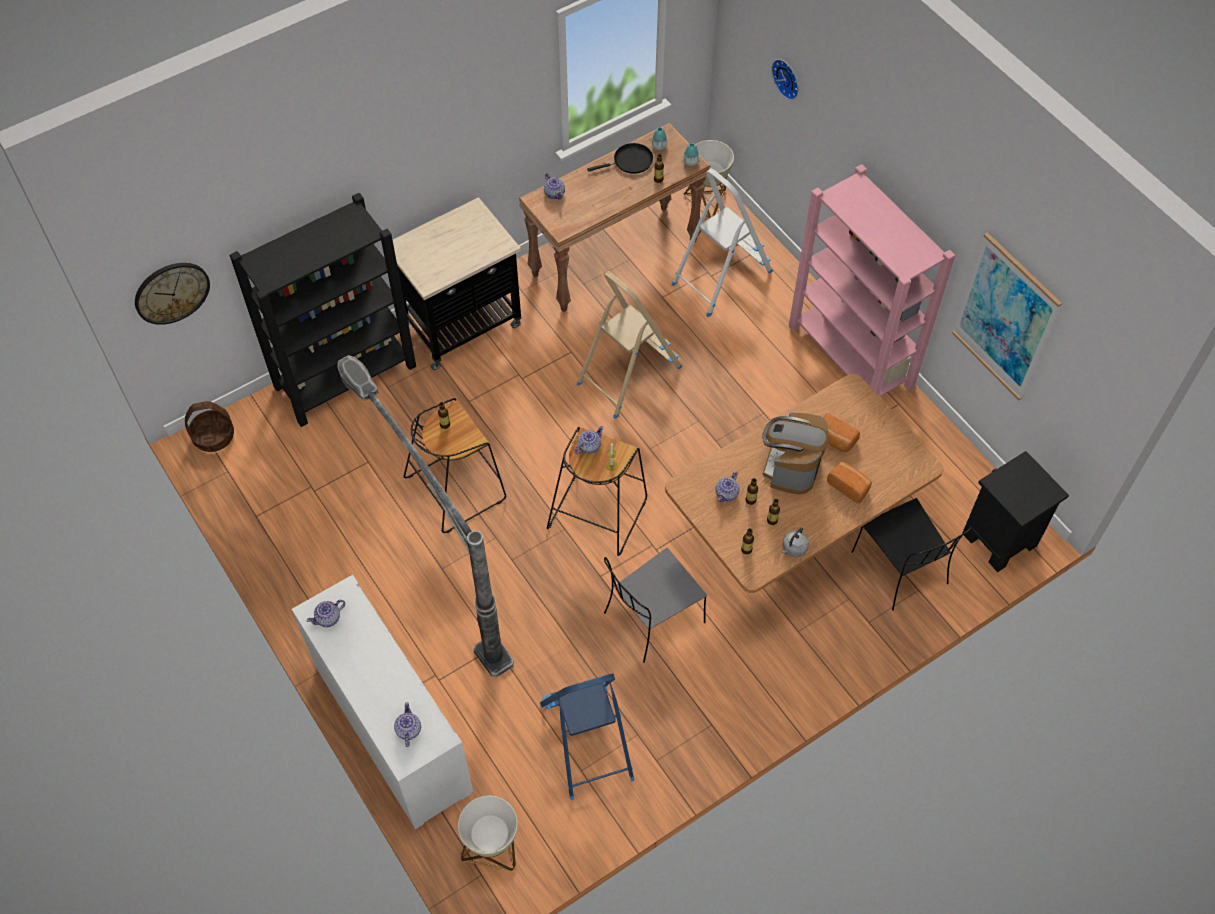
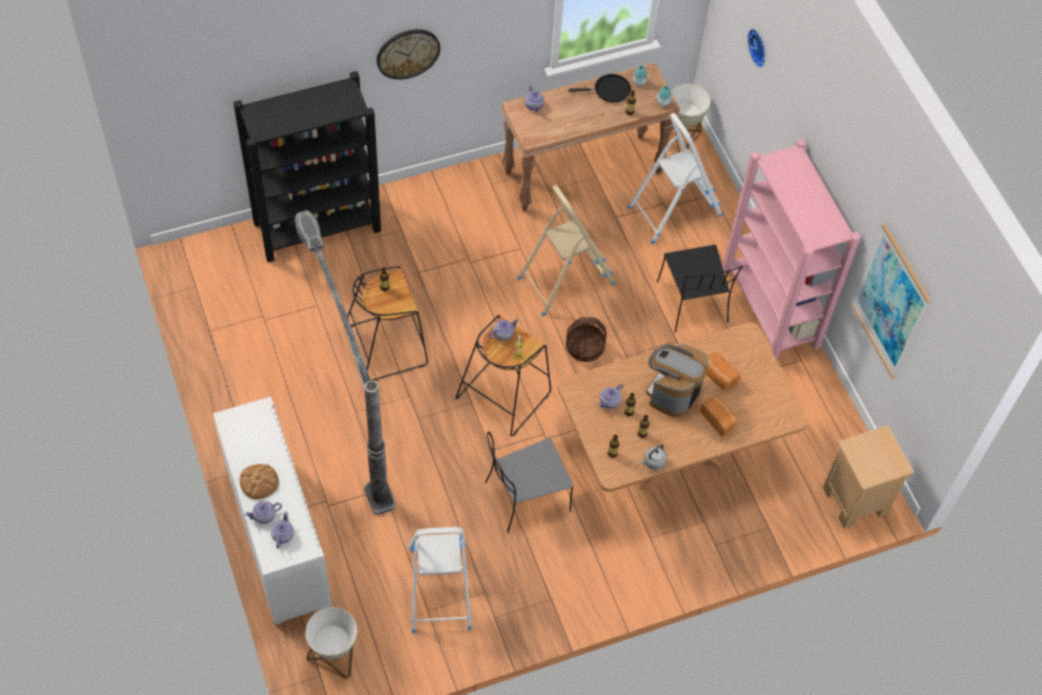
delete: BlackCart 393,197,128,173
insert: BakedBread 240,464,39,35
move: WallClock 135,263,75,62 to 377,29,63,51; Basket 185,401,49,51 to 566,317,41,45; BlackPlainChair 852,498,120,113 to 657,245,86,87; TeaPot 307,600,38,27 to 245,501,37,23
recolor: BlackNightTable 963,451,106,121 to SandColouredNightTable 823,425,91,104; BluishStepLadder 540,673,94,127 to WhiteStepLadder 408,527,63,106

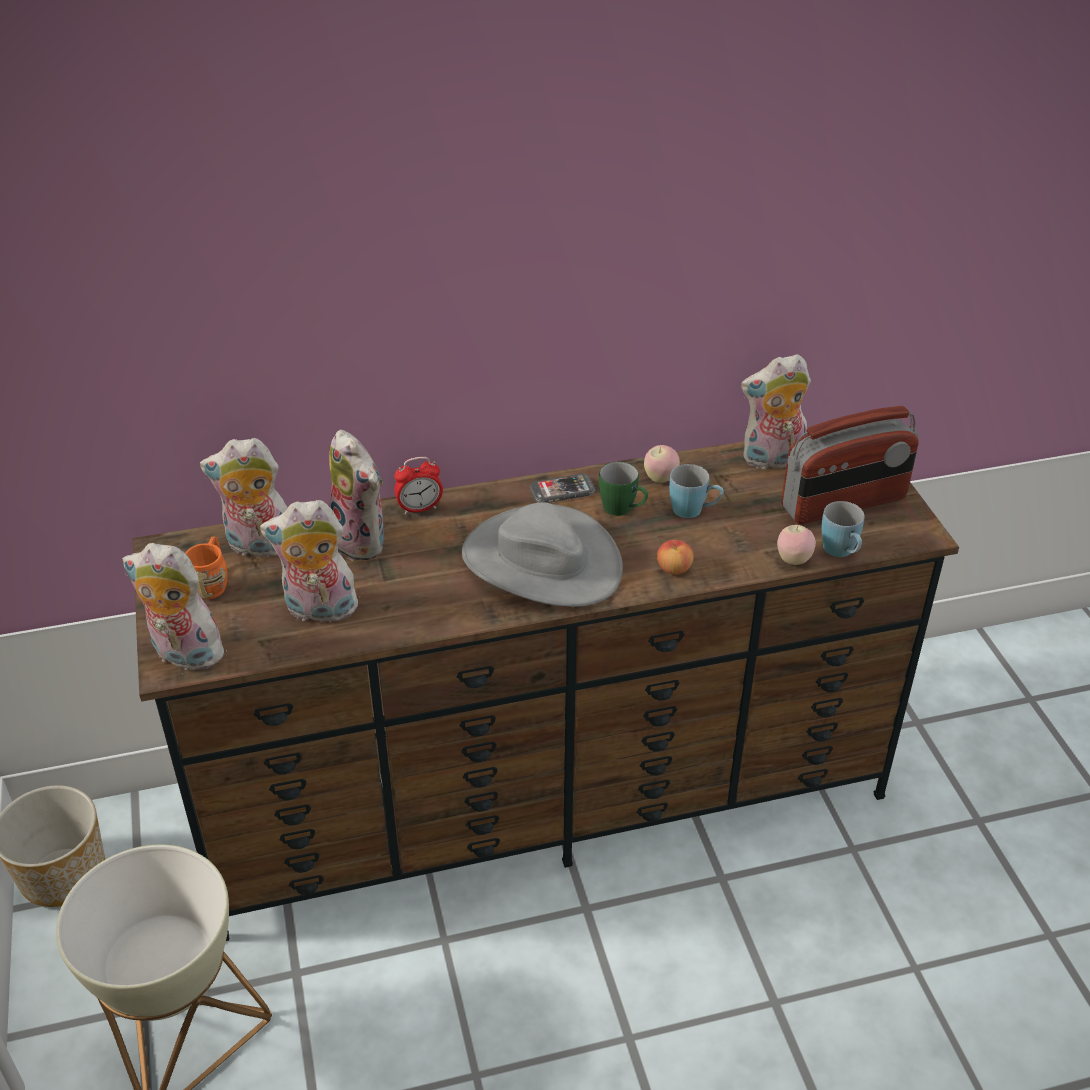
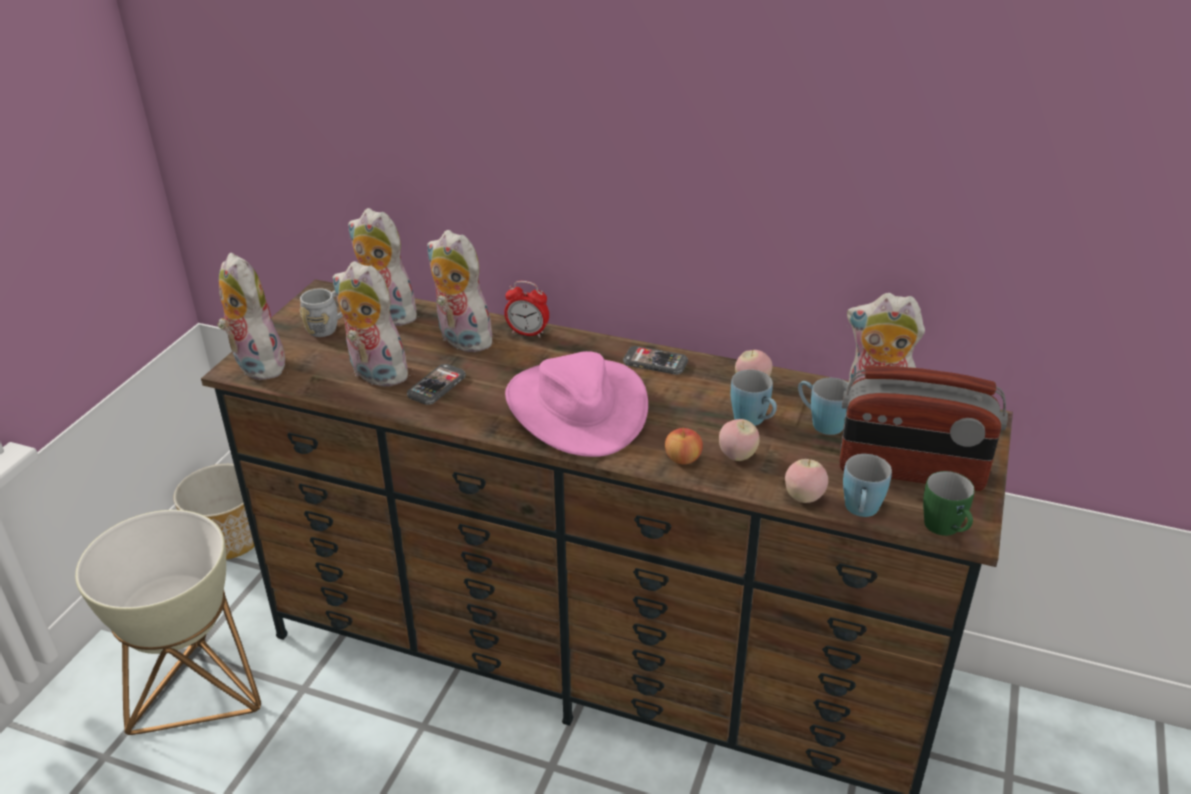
insert: Telephone 407,364,59,41; BluishTeaMug 798,378,51,57; AppleFruit 719,419,41,42
move: GreenColouredTeaMug 599,462,49,54 to 923,471,52,65
recolor: GrayHat 462,502,161,105 to PinkColouredHat 505,351,143,106; OrangeColouredTeaMug 185,537,43,62 to GrayTeaMug 300,288,43,49
rotate: SoftToy 329,430,55,131 = 427,230,67,122 135 degrees clockwise

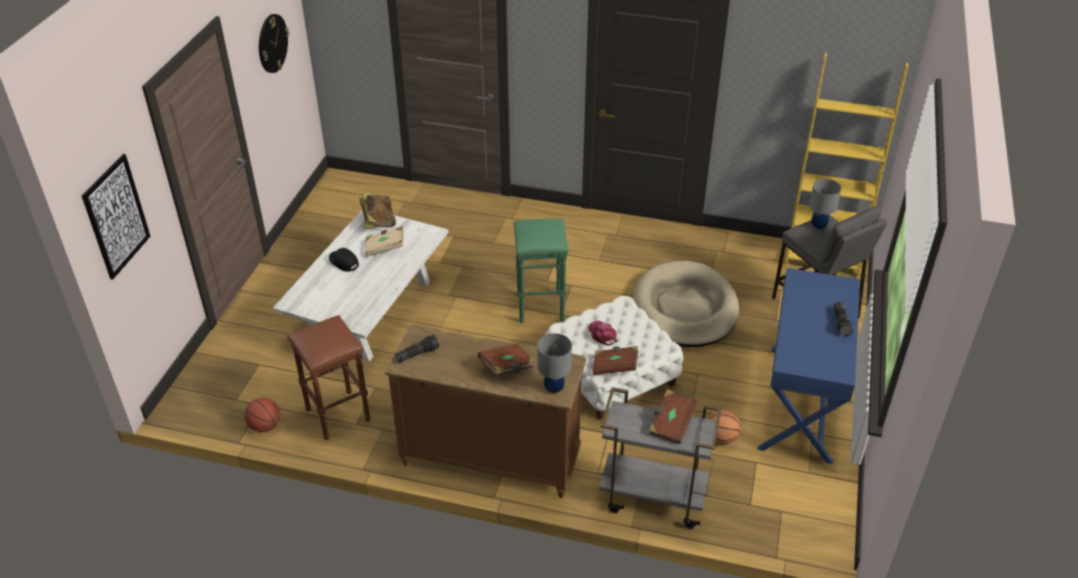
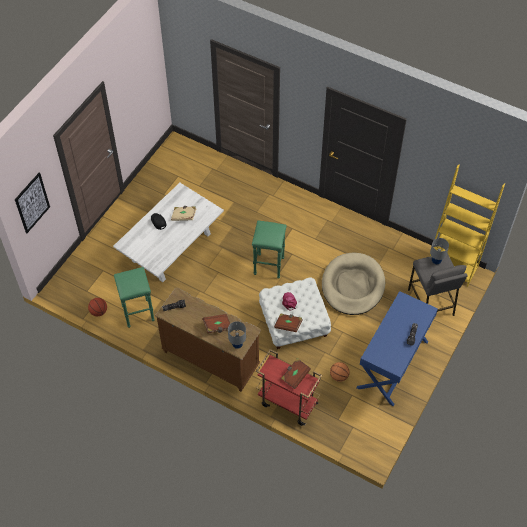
delete: WallClock 259,14,30,59; Book 359,193,37,35
recolor: BrownStoolSeat 288,315,83,125 to GreenColouredStoolSeat 114,267,41,61; GrayCart 598,387,123,142 to RedColouredCart 256,349,66,77

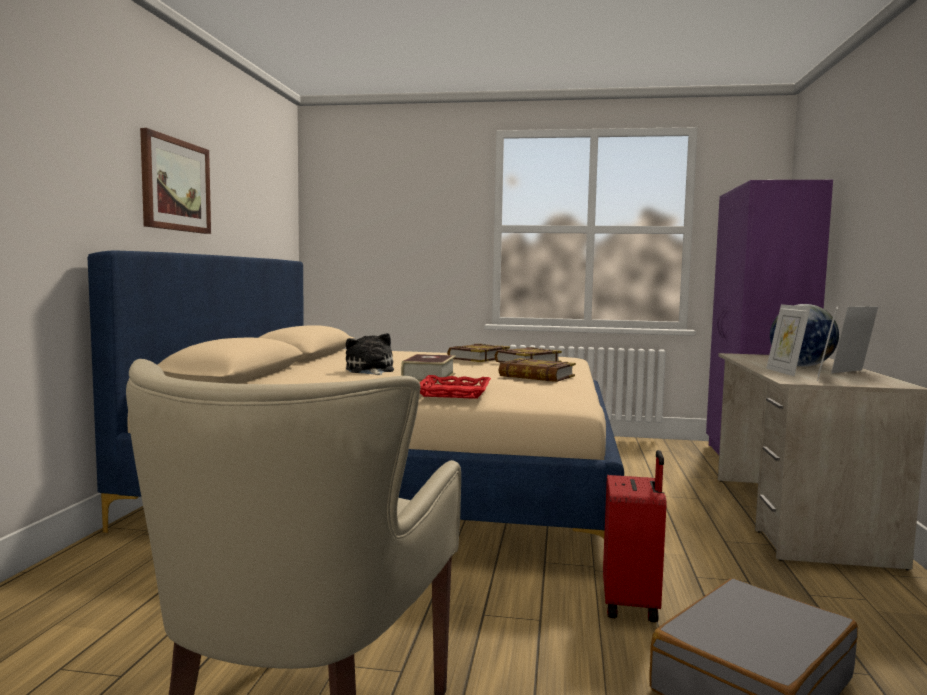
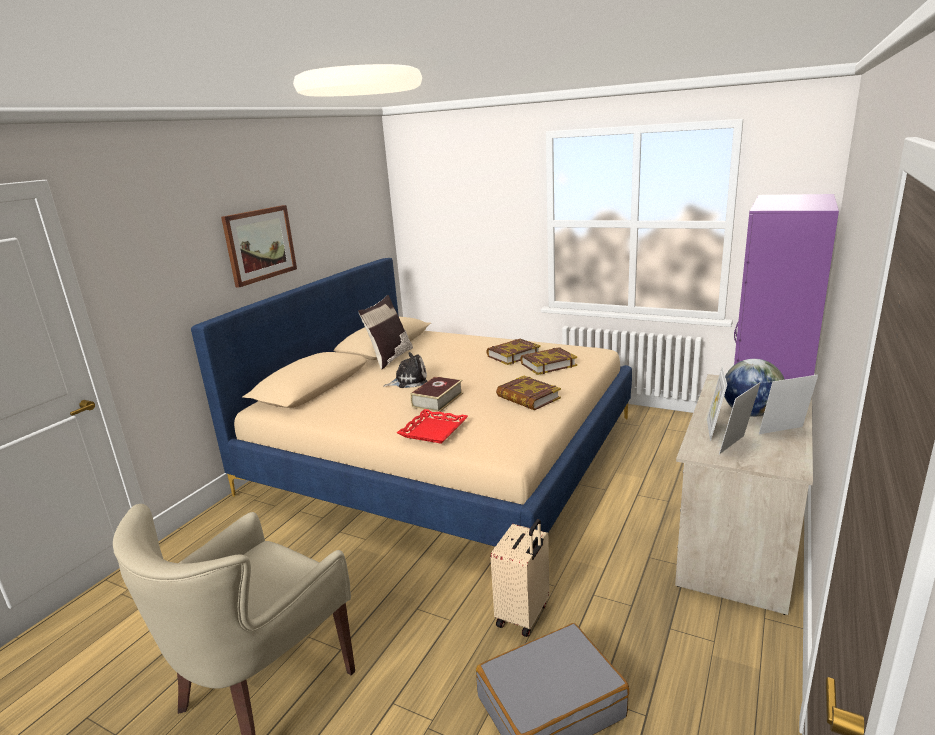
insert: ThrowPillow 358,295,55,74
recolor: RedColouredTravelCase 603,450,64,172 to SandColouredTravelCase 491,519,58,118
rotate: SoftToy 346,333,48,42 = 384,352,44,36 75 degrees clockwise

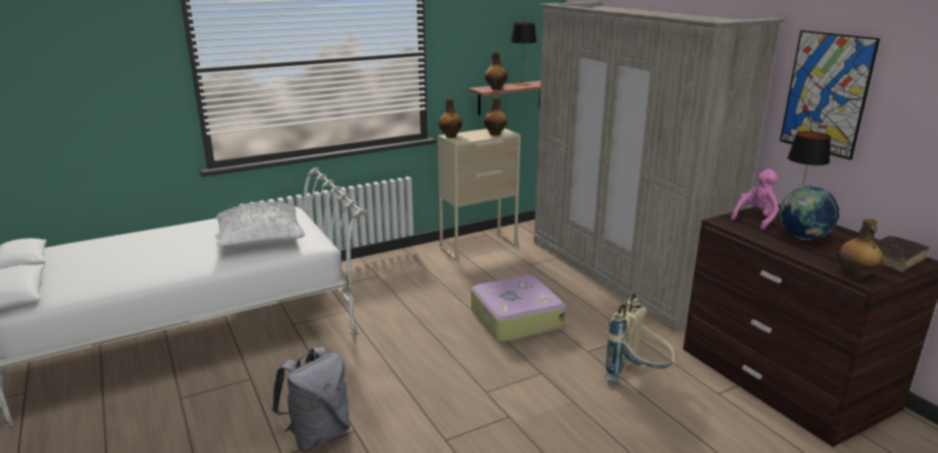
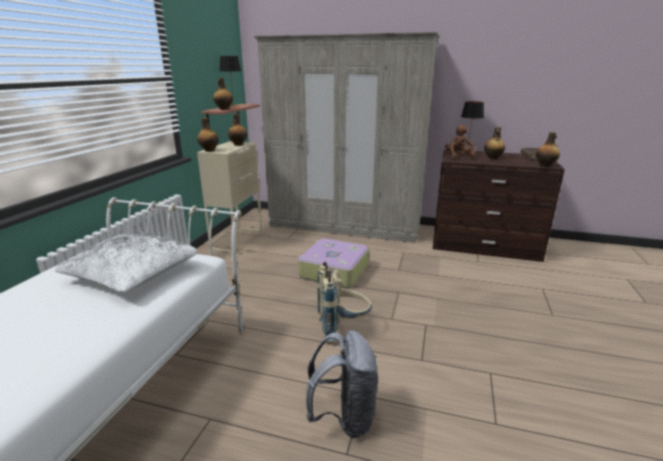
delete: Picture 780,30,100,130
move: SandColouredKnapsack 603,293,73,89 to 317,262,55,79
replace: WorldGlobe 779,185,62,55 to Bottle 484,127,21,33
recolor: PinkColouredSoftToy 731,169,48,61 to BrownSoftToy 445,125,30,34

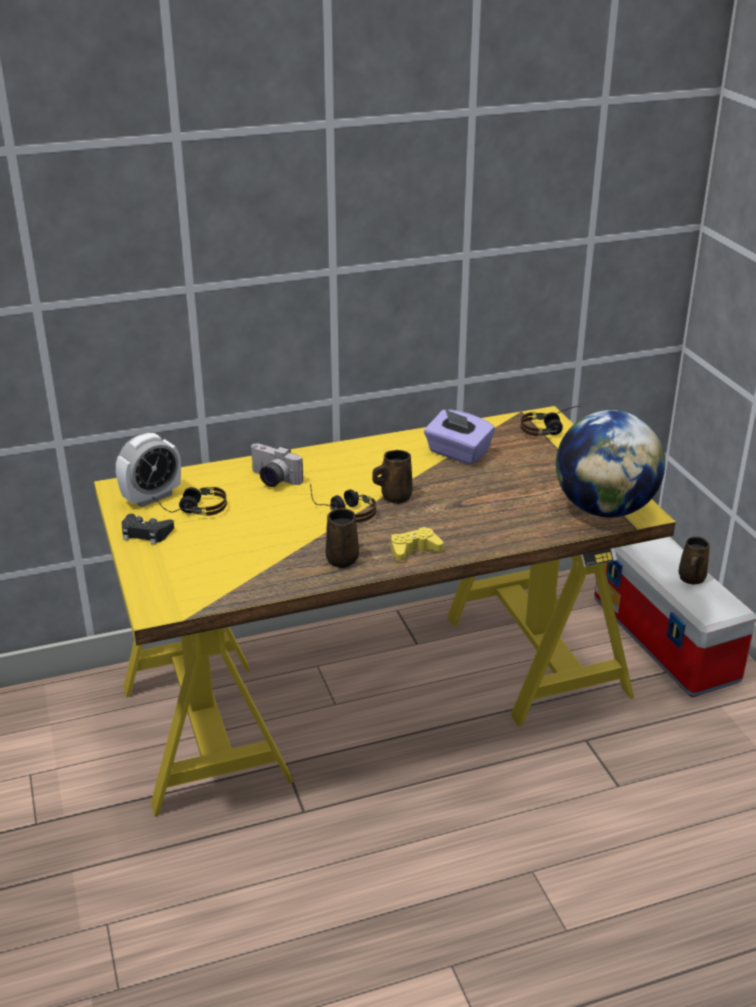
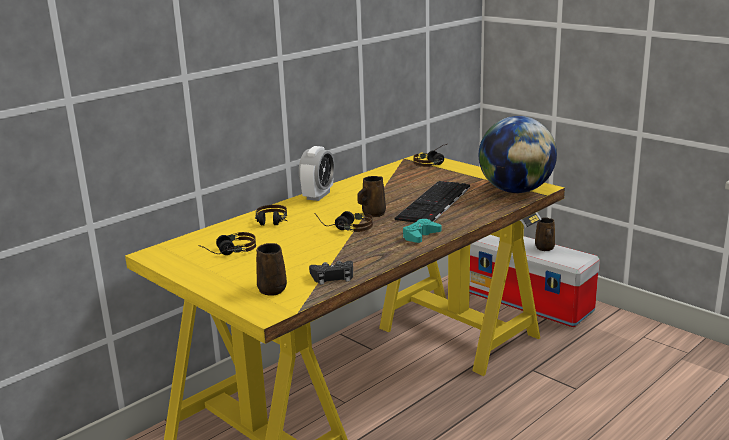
delete: PurpleColouredTissueBox 424,409,71,56
insert: ComputerKeyboard 395,181,75,41
move: TableClock 116,433,65,74 to 299,146,36,55; BrownTeaMug 326,508,33,60 to 256,243,31,53; BlackGamepad 122,514,52,31 to 309,261,44,24
replace: PhotoCamera 250,443,53,44 to Headset 255,205,33,20
recolor: YellowColouredGamepad 391,527,52,34 to TurquoiseColouredGamepad 403,219,39,24

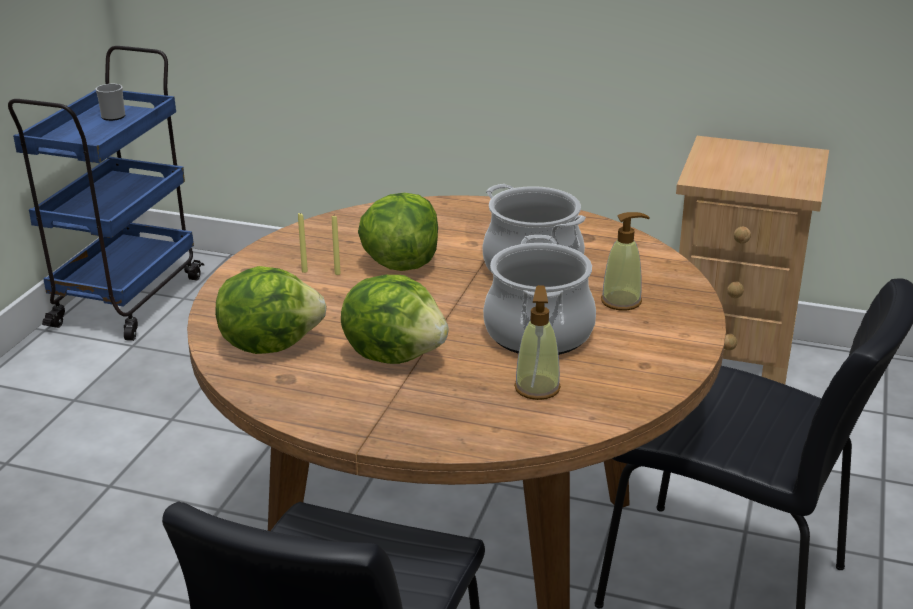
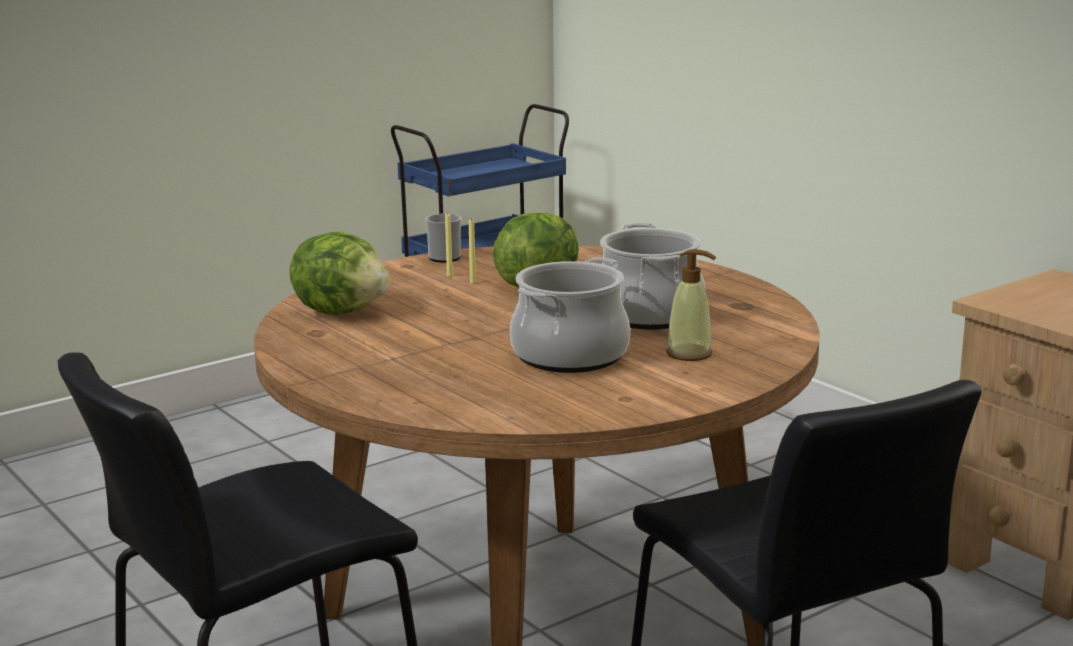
delete: HeadOfLettuce 341,275,108,89; SoapDispenser 514,285,47,115
move: TeaMug 96,84,29,37 to 426,214,35,49

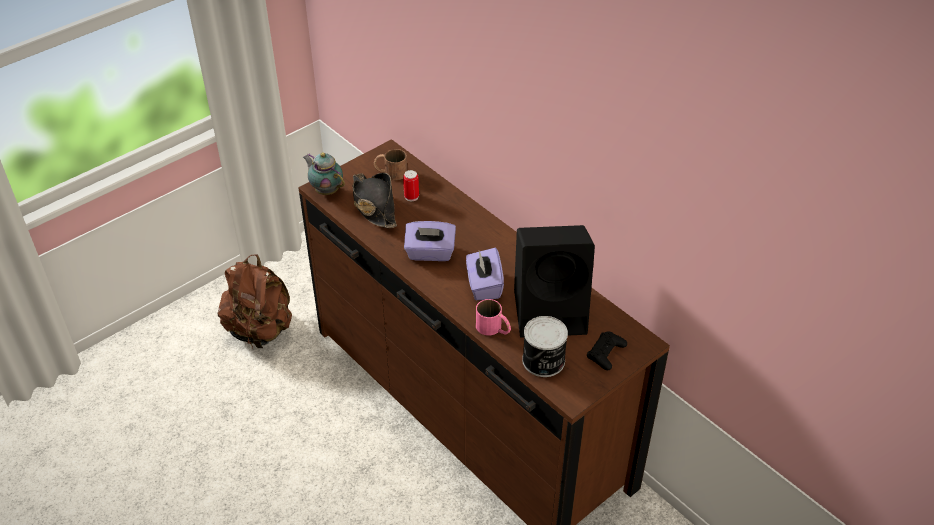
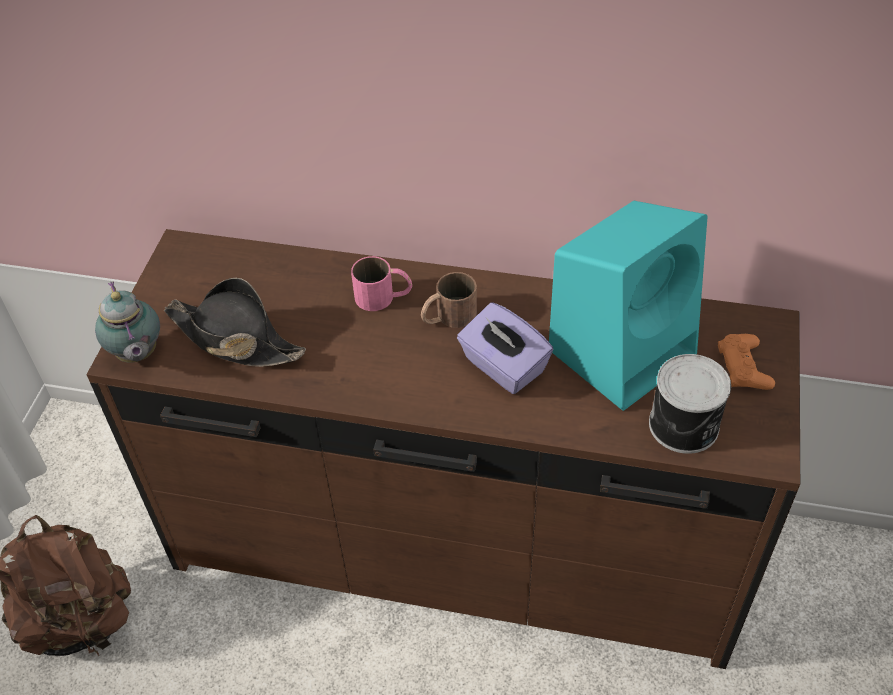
delete: Can 403,170,16,31; PurpleColouredTissueBox 404,221,52,40
move: BrownTeaMug 374,149,33,31 to 421,272,56,56; PinkColouredTeaMug 476,299,35,37 to 351,256,61,55
recolor: BlackSpeaker 514,225,81,113 to TurquoiseColouredSpeaker 549,201,159,210; BlackGamepad 587,331,40,39 to OrangeColouredGamepad 718,334,57,56
rotate: TeaPot 303,153,42,42 = 95,281,65,82 120 degrees counterclockwise

